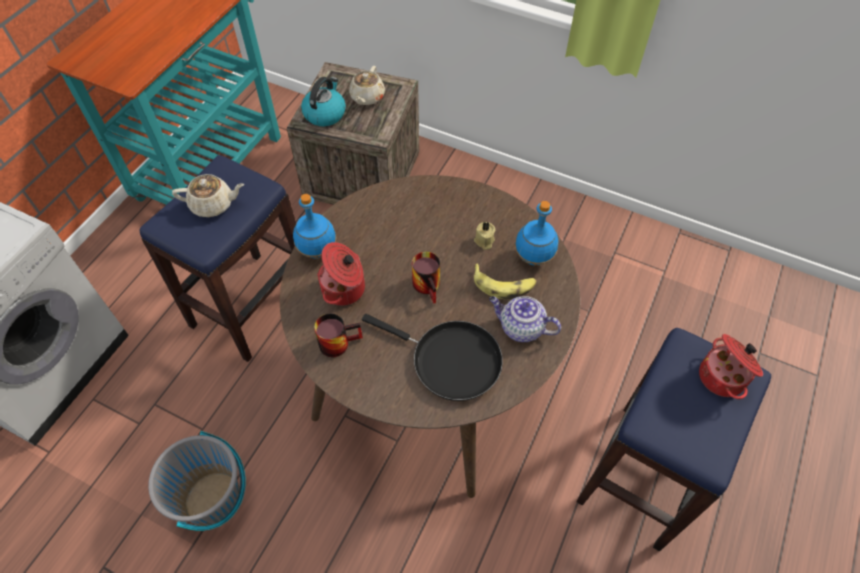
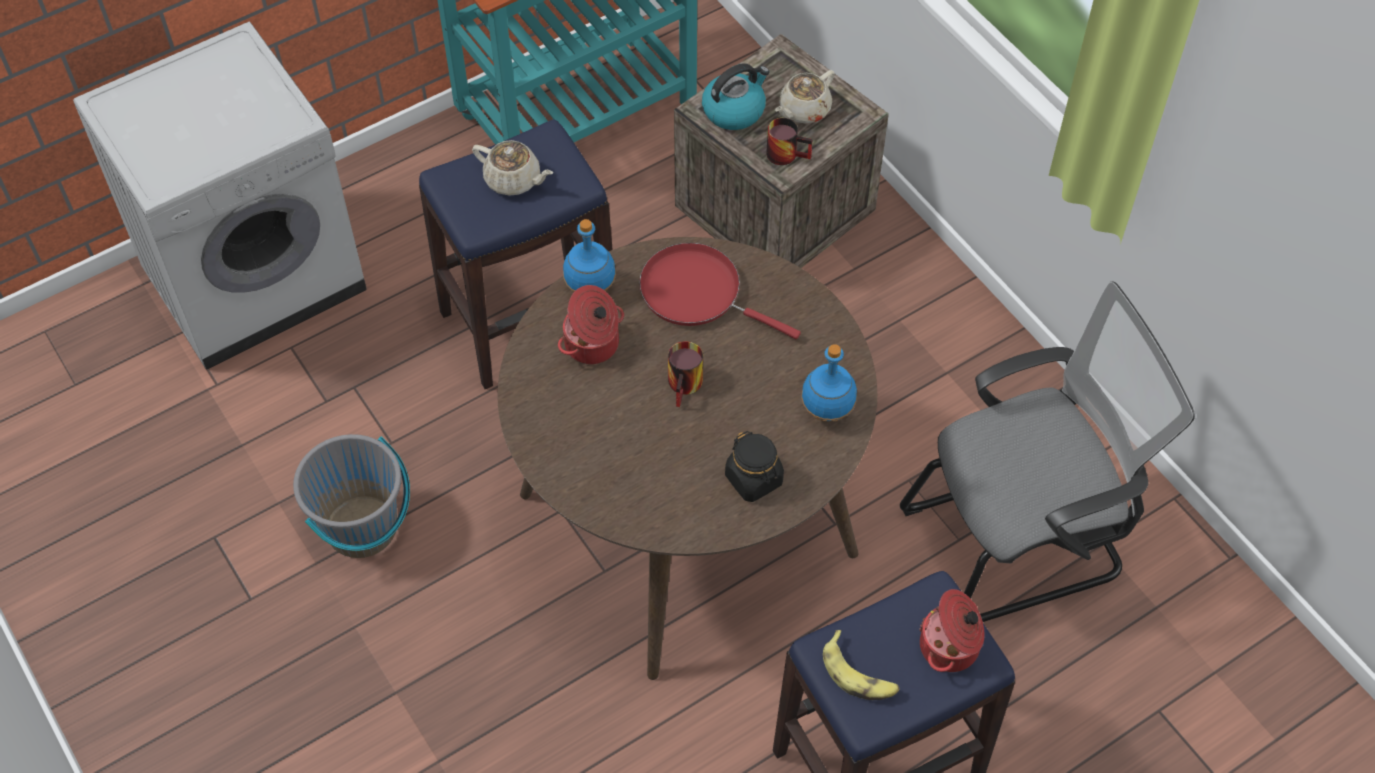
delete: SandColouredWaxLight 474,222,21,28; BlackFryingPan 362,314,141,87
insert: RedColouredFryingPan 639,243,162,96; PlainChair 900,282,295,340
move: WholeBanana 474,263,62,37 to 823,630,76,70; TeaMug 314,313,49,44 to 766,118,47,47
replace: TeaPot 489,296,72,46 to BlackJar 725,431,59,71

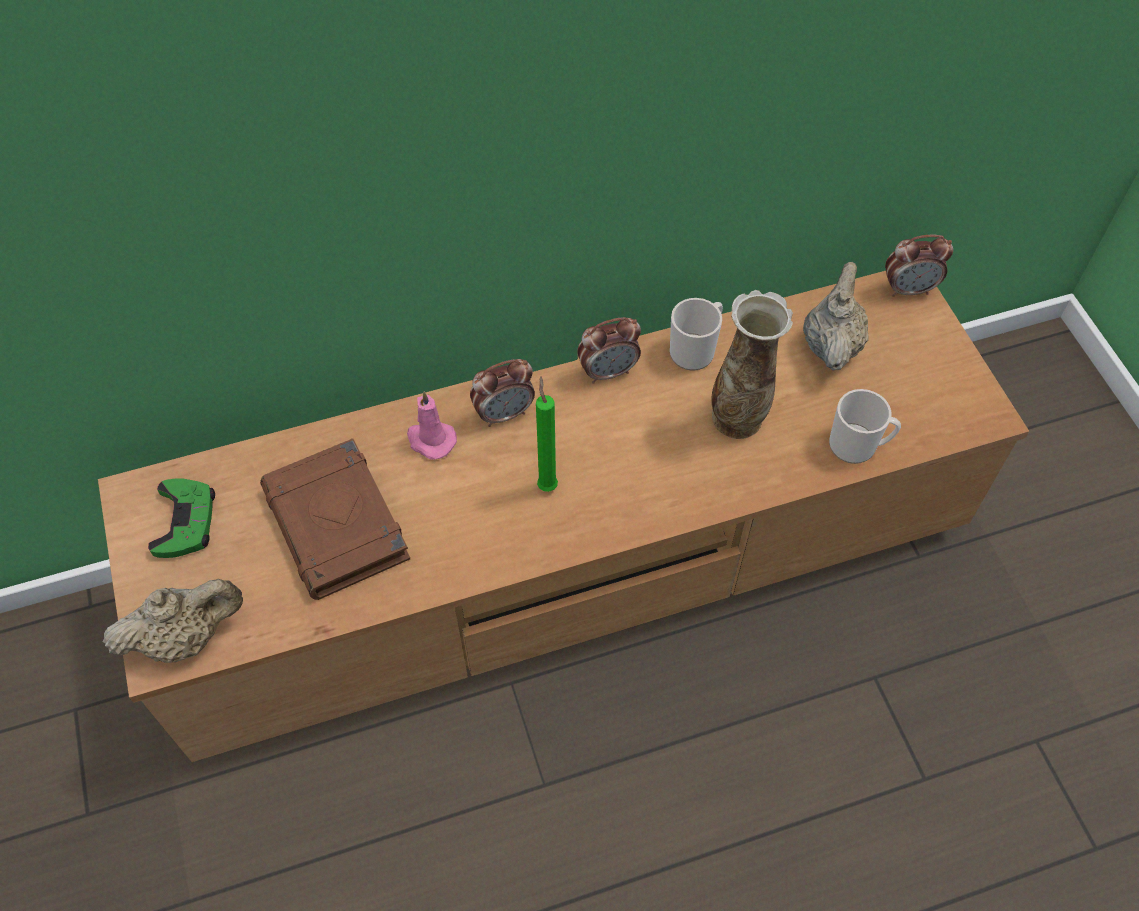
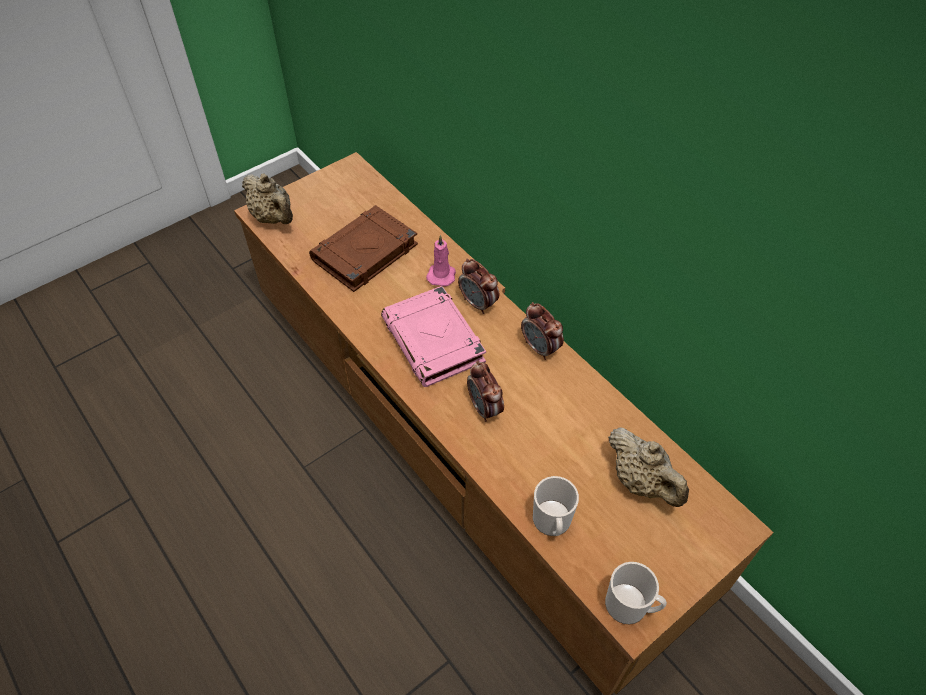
delete: FlowerVase 711,290,82,149; GreenColouredGamepad 148,479,67,79
move: TableClock 885,235,68,62 to 467,361,37,61; TeaMug 670,298,53,73 to 605,562,62,62
replace: GreenColouredWaxLight 536,376,22,116 to PinkColouredBook 381,286,105,101
rotate: SandColouredTeaPot 803,262,66,109 = 608,428,81,79 60 degrees clockwise

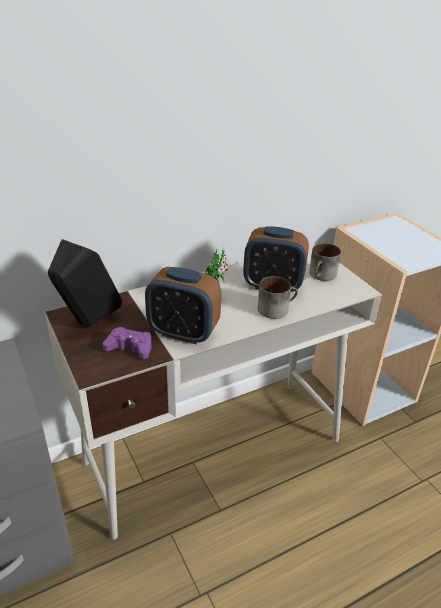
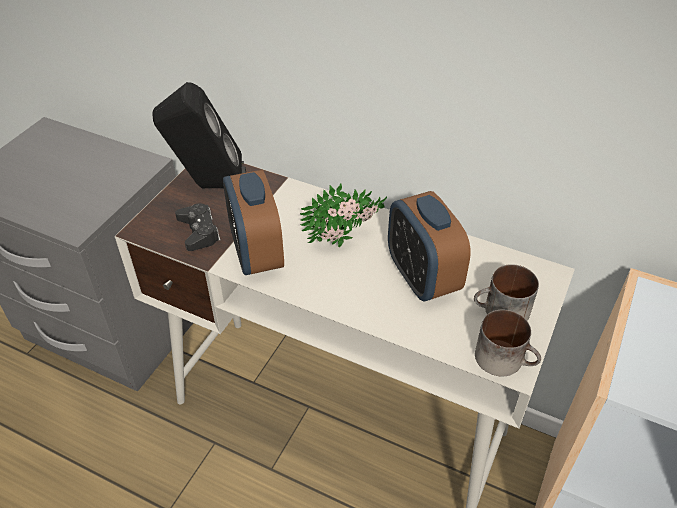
move: TeaMug 258,276,40,43 to 475,310,66,66
recolor: PurpleColouredGamepad 103,327,49,32 to BlackGamepad 175,203,46,48

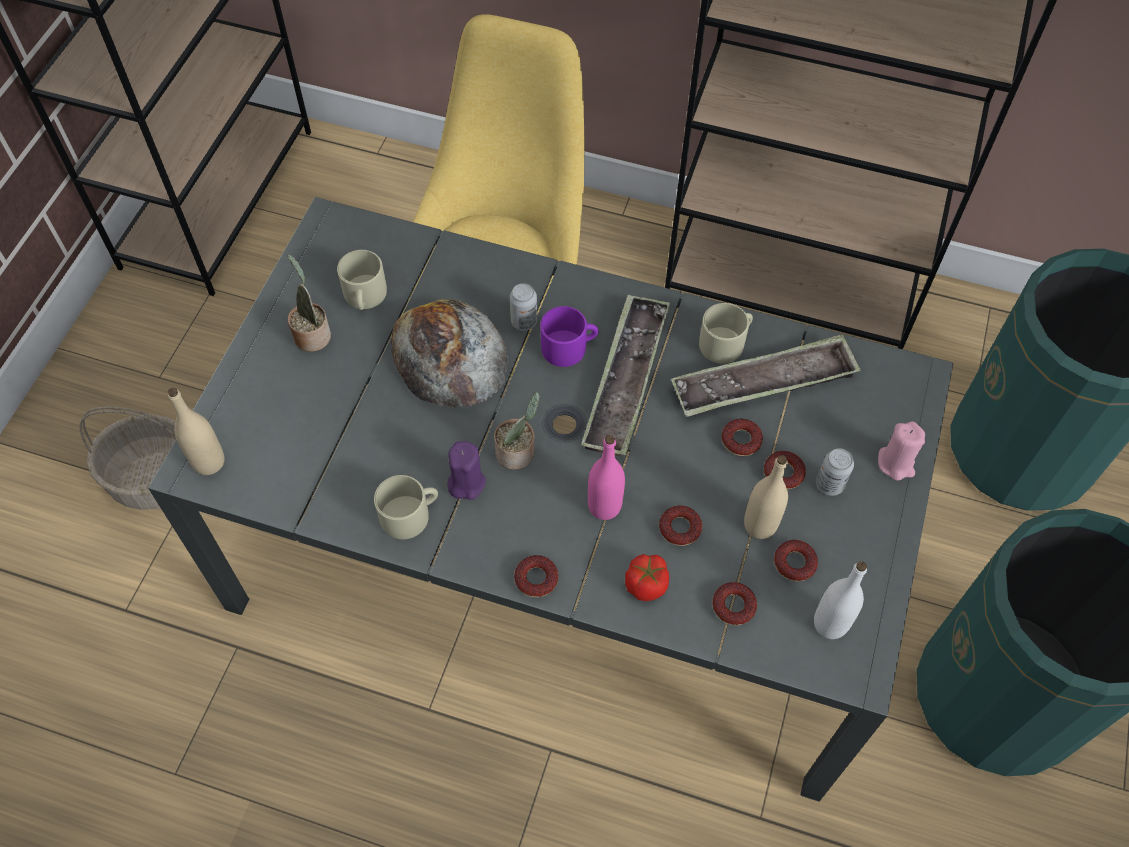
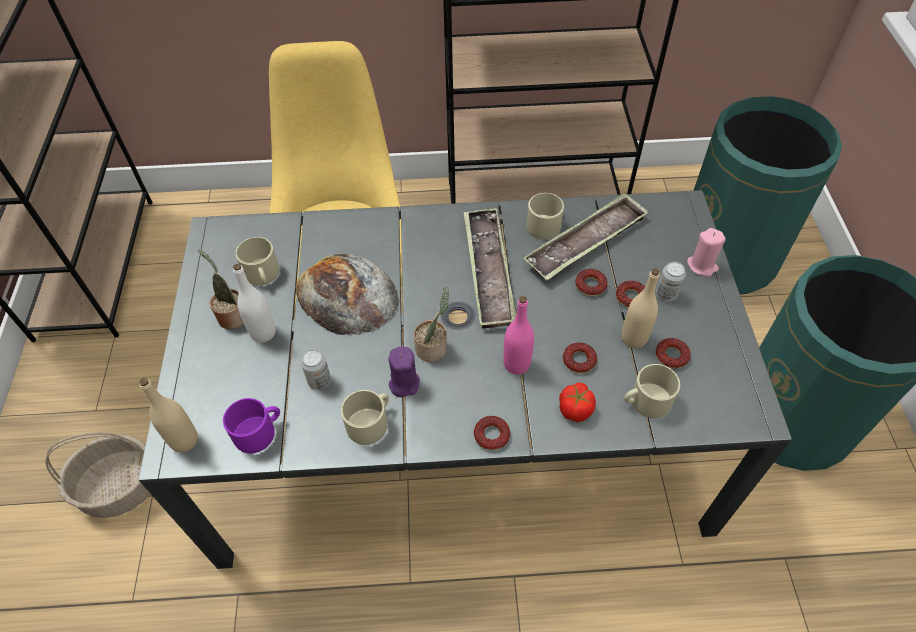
move: Can 510,283,27,48 to 301,349,30,41; PurpleColouredTeaMug 540,306,59,61 to 223,398,57,55; WhiteBottle 814,561,53,78 to 233,263,43,80
replace: Donut 712,582,45,43 to SandColouredTeaMug 624,364,56,54

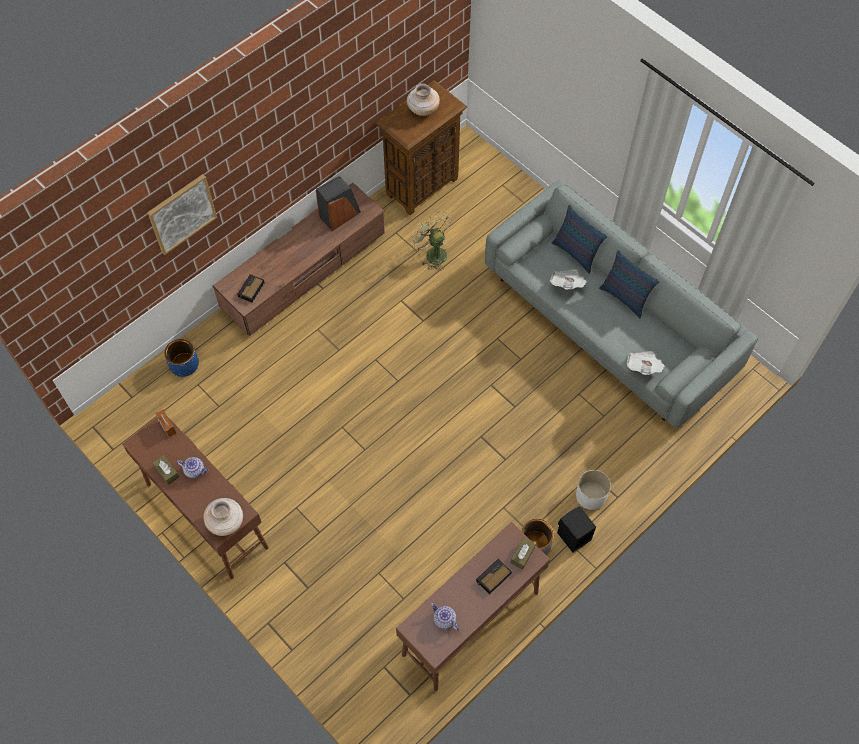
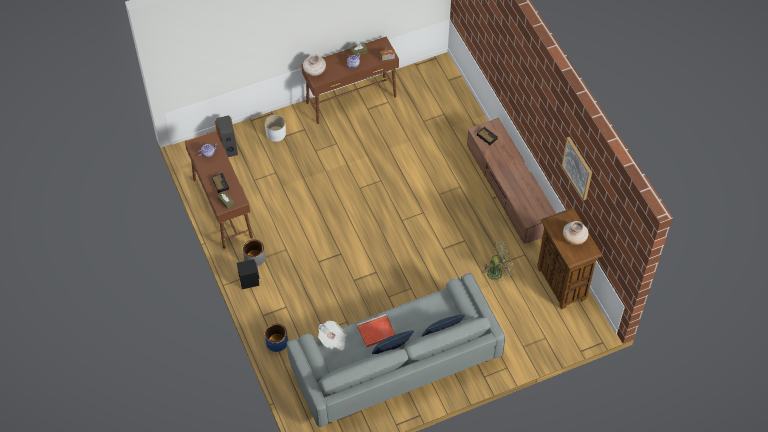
delete: PrintedPaper 550,269,37,20
insert: RedColouredCarryingTray 357,314,38,33
move: Picture 147,174,70,81 to 562,137,30,64; Speaker 316,177,45,54 to 215,115,23,42; BluishPlantPot 164,339,35,38 to 265,323,23,29; WhitePlantPot 576,470,35,40 to 265,115,21,27

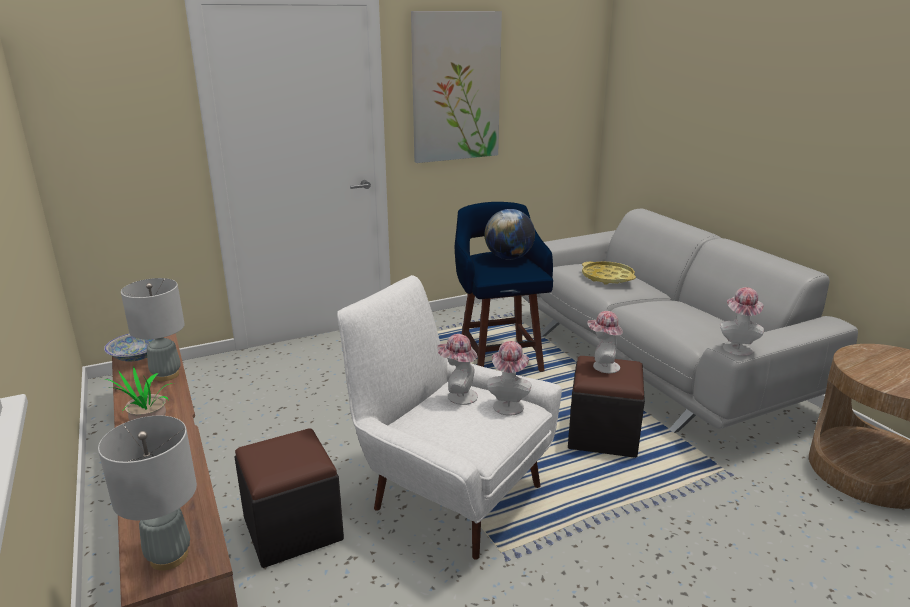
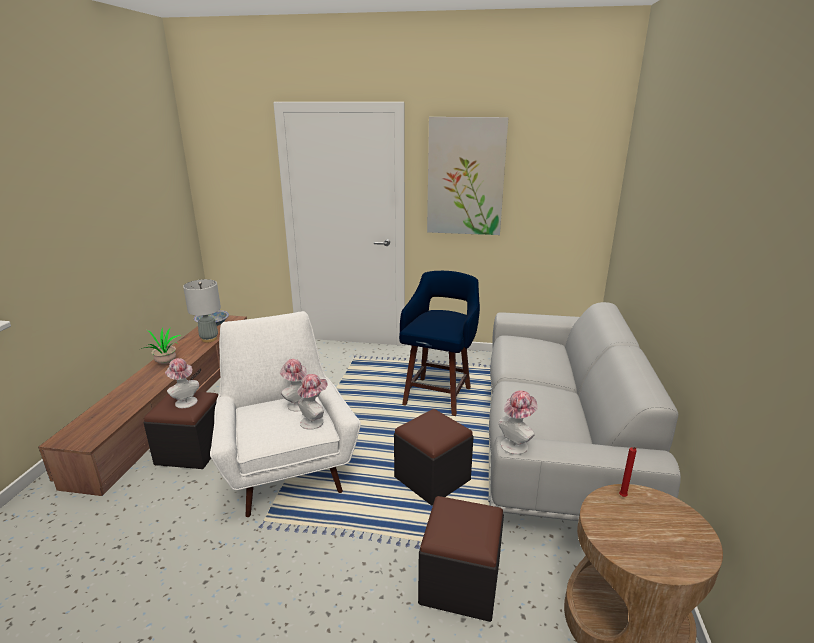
delete: WorldGlobe 484,209,51,51; YellowColouredCarryingTray 582,261,54,24; GrayTabletopLamp 98,416,99,155
insert: RedColouredWaxLight 619,447,18,50; BlackPouffe 418,496,86,126
move: Hat 587,311,36,62 to 165,358,34,50

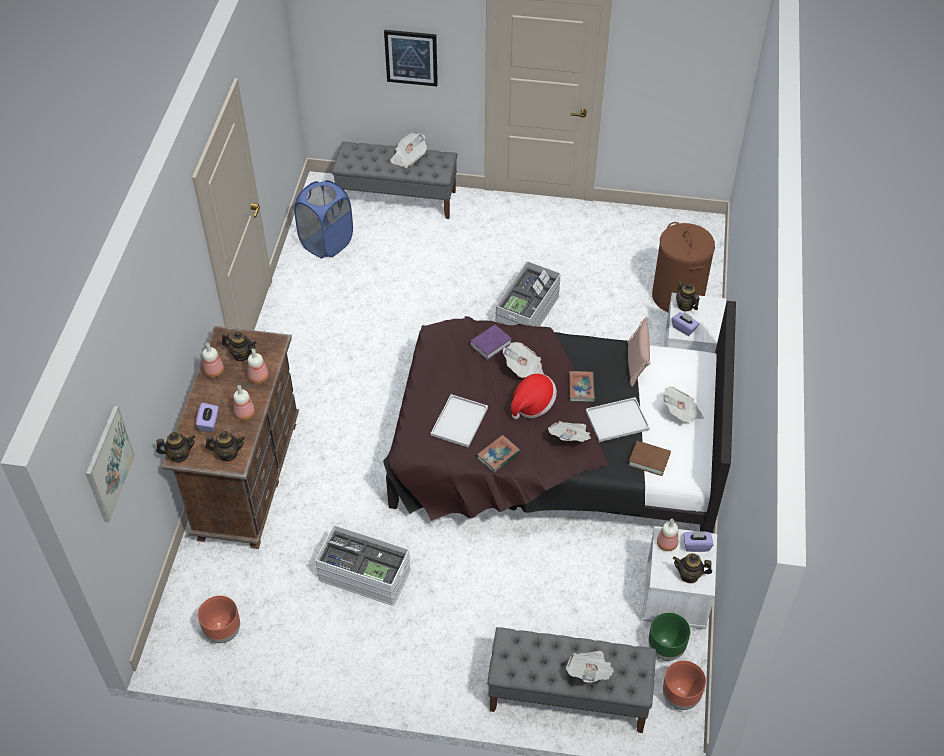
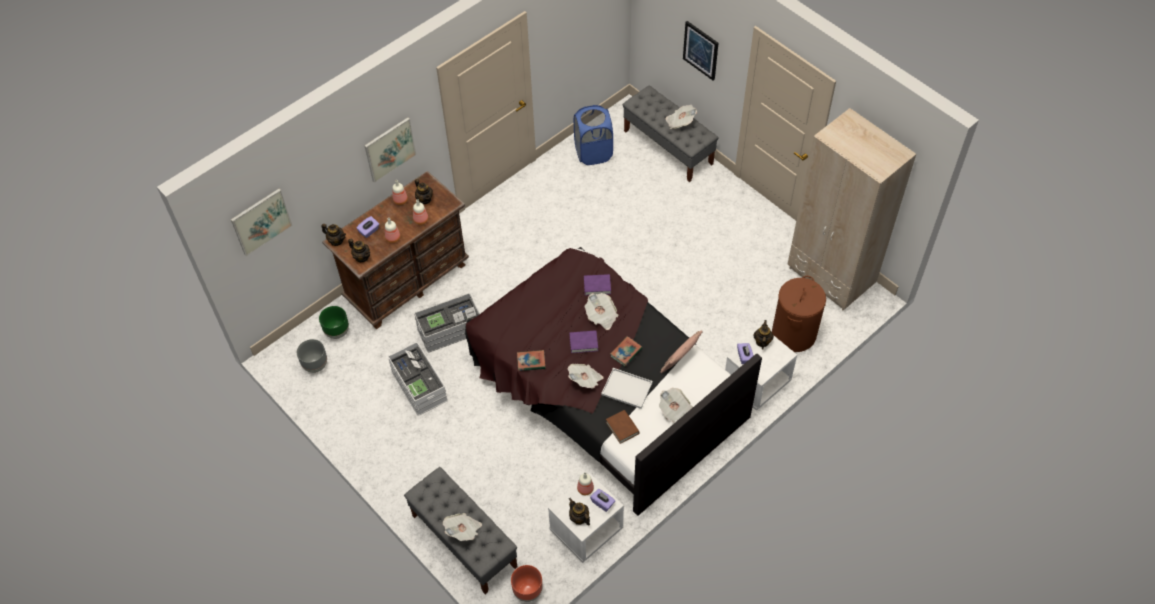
delete: WhiteCarryingTray 431,394,57,54
insert: SandColouredClothesCupboard 788,108,128,202; Picture 364,118,52,65
move: GrayStorageBox 495,261,65,66 to 414,293,66,60; GreenColouredPlantPot 649,613,41,48 to 319,306,30,33
replace: Hat 511,373,46,46 to PurpleColouredBook 569,330,29,23
recolor: BrownPlantPot 198,596,42,47 to GrayPlantPot 297,339,30,34

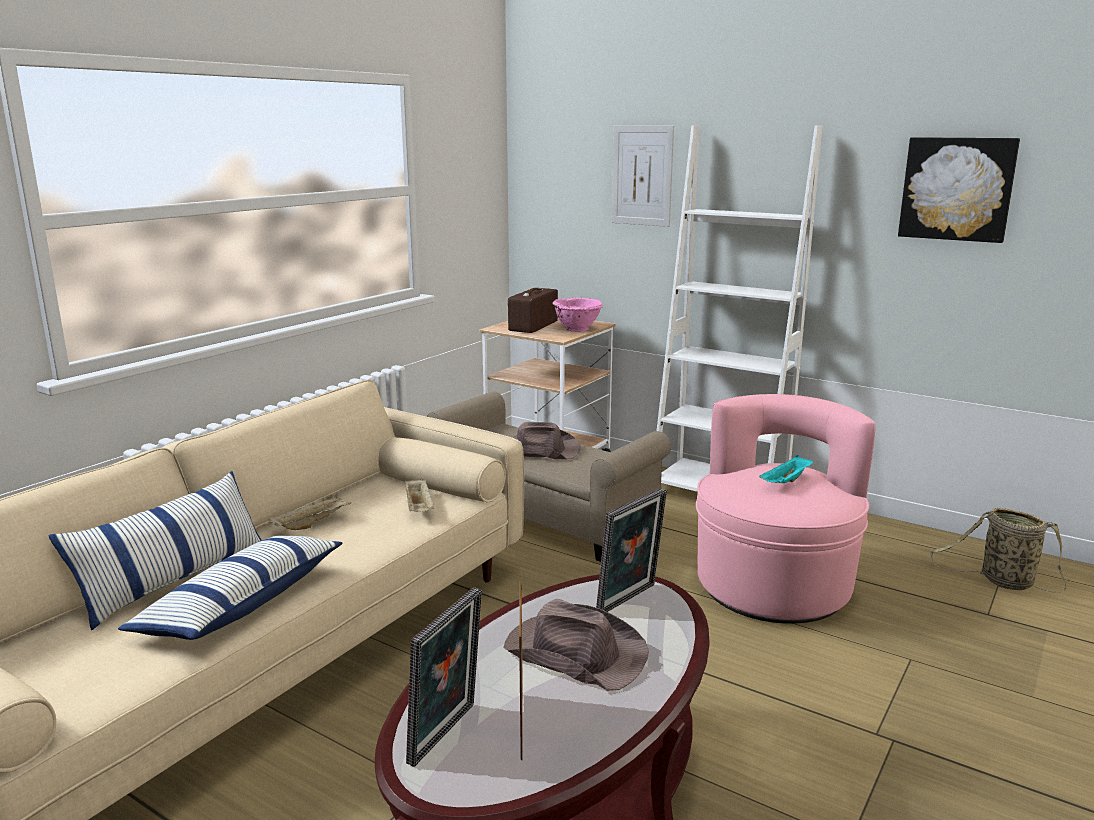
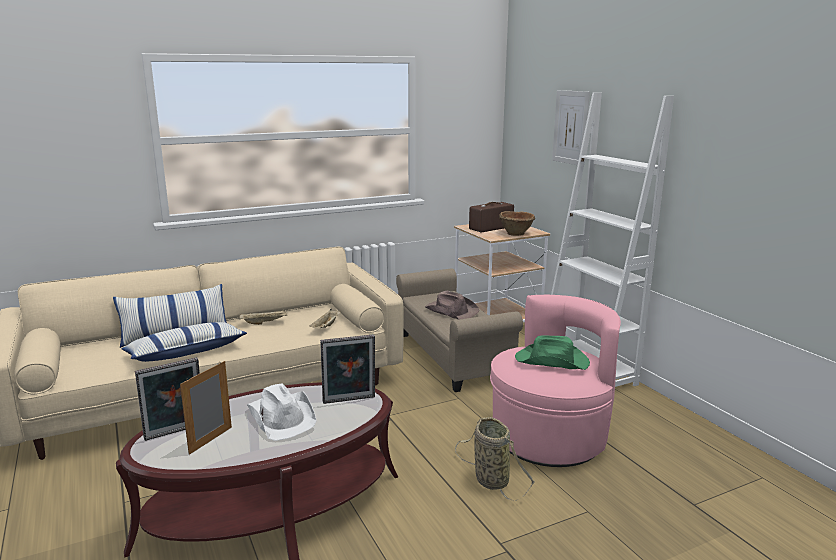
delete: Picture 898,137,122,106
move: Basket 930,508,136,85 to 455,417,80,84
replace: TurquoiseColouredCarryingTray 759,455,54,28 to GreenColouredHat 515,335,75,35
recolor: PinkColouredBowl 552,297,51,35 to BrownBowl 499,211,36,25; BrownHat 503,599,146,92 to WhiteHat 247,383,70,58

